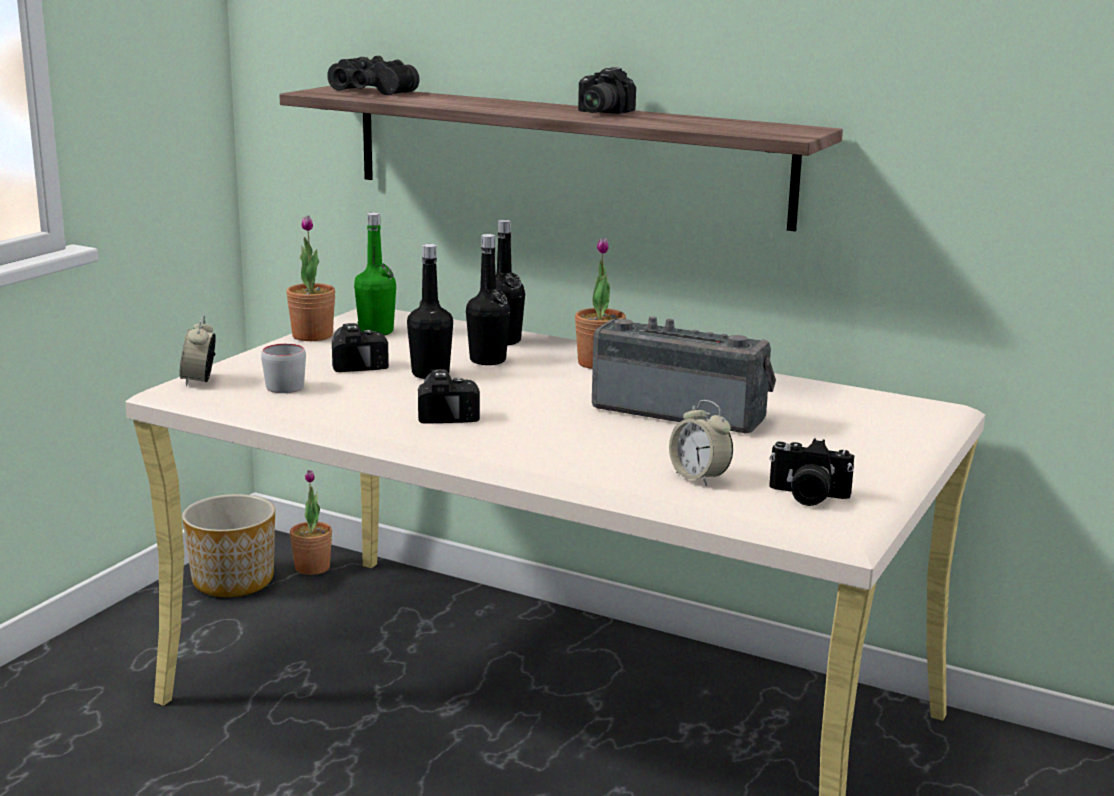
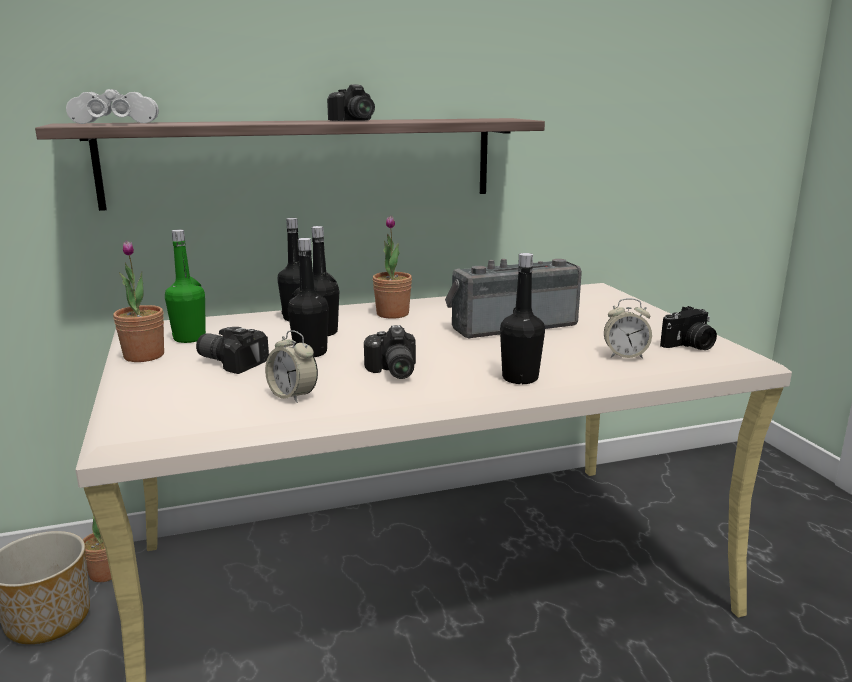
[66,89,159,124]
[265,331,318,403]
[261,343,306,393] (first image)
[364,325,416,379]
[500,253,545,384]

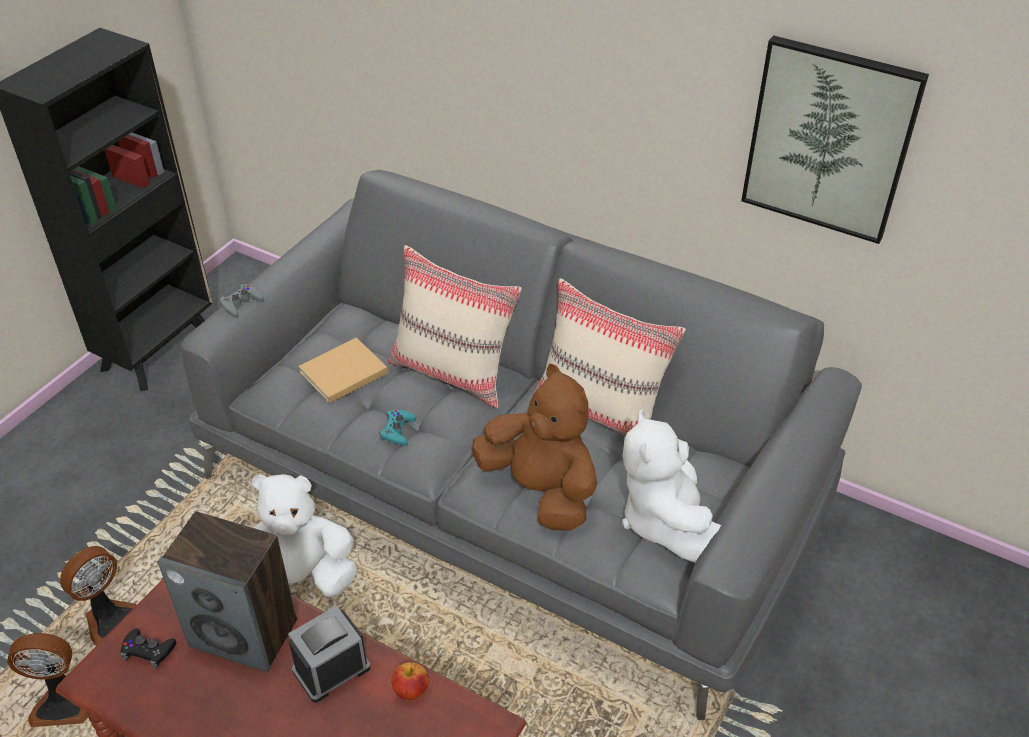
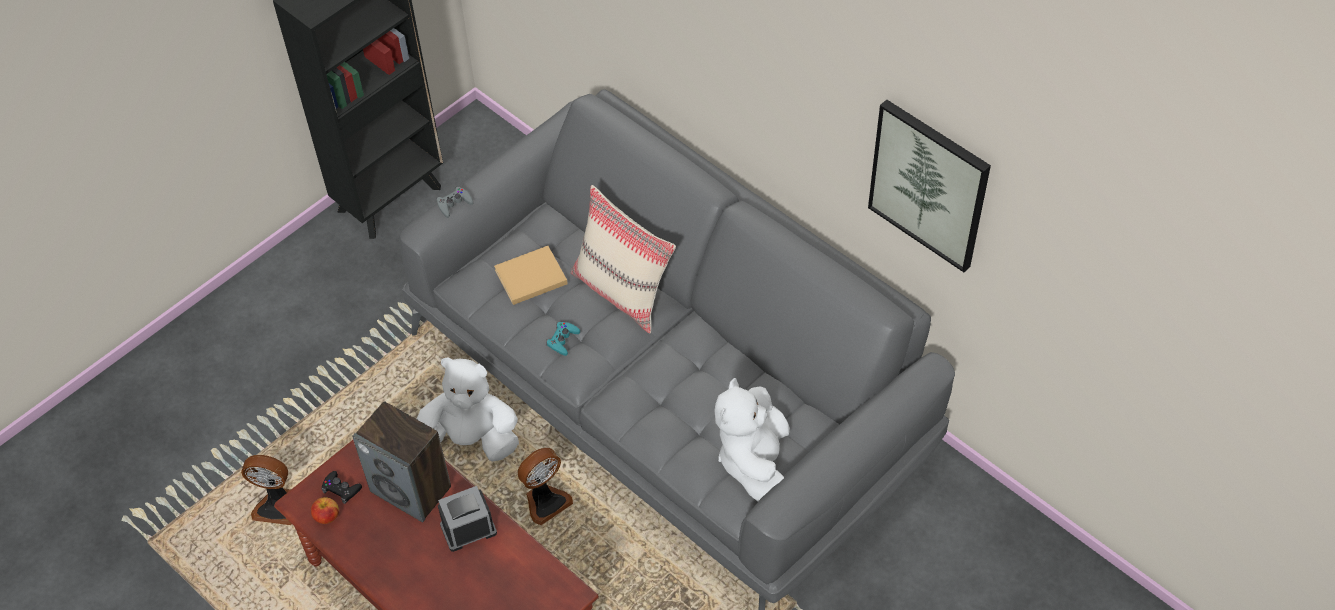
[533,278,686,436] (first image)
[472,364,597,531] (first image)
[517,448,573,525]
[311,497,339,524]

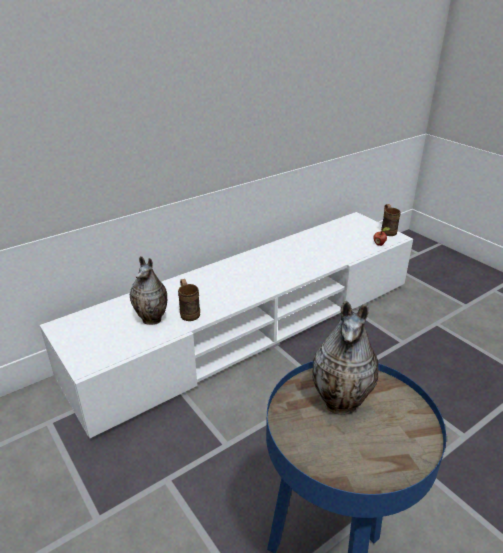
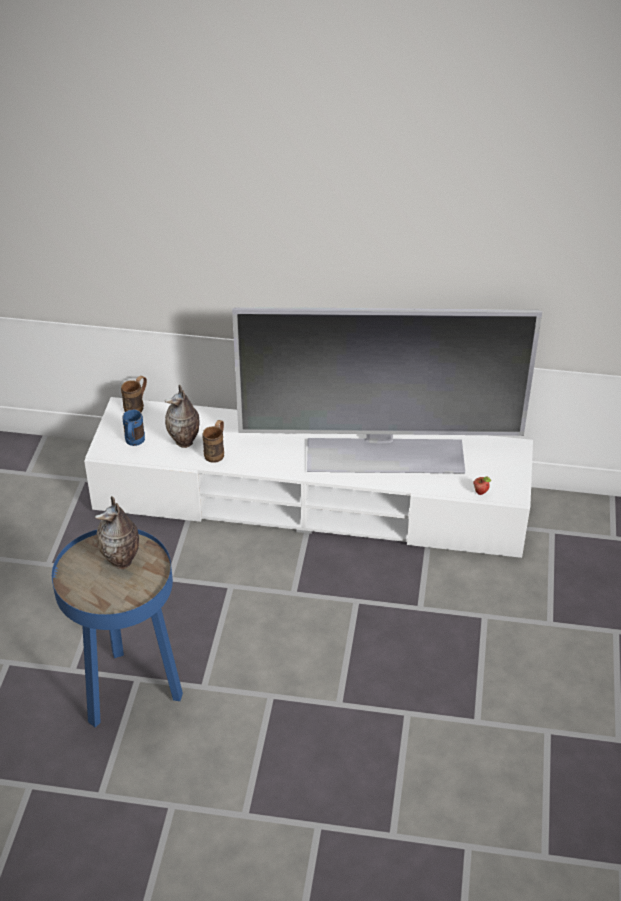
[121,376,147,412]
[232,307,542,473]
[122,410,145,446]

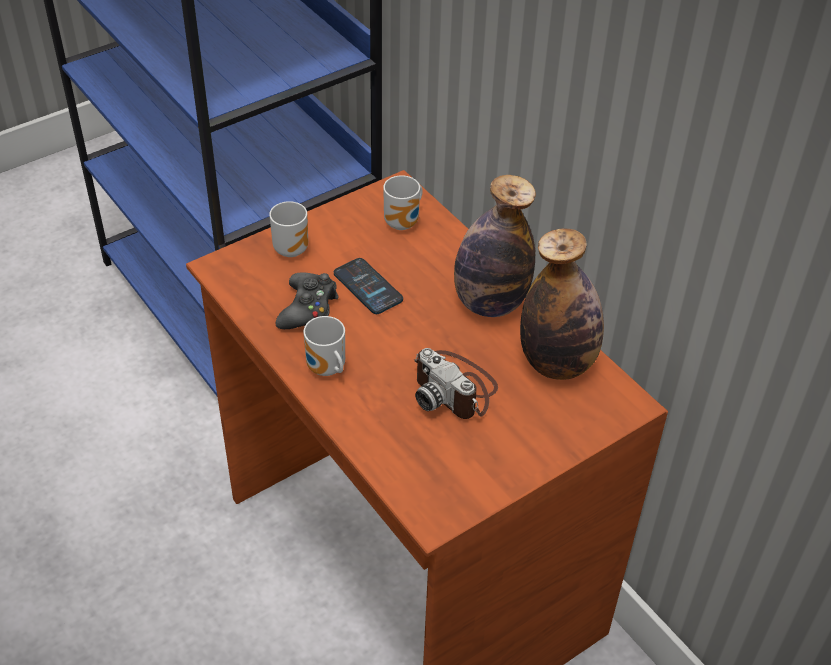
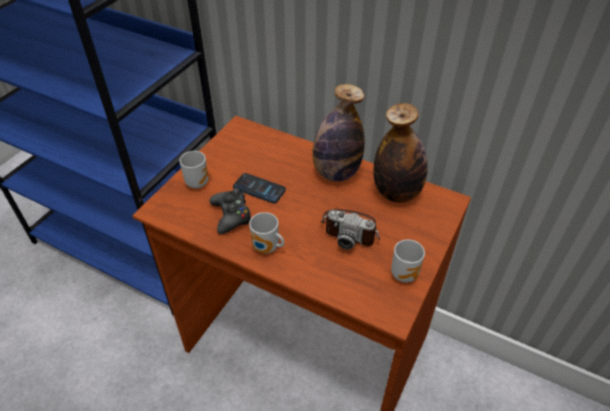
[391,239,425,283]

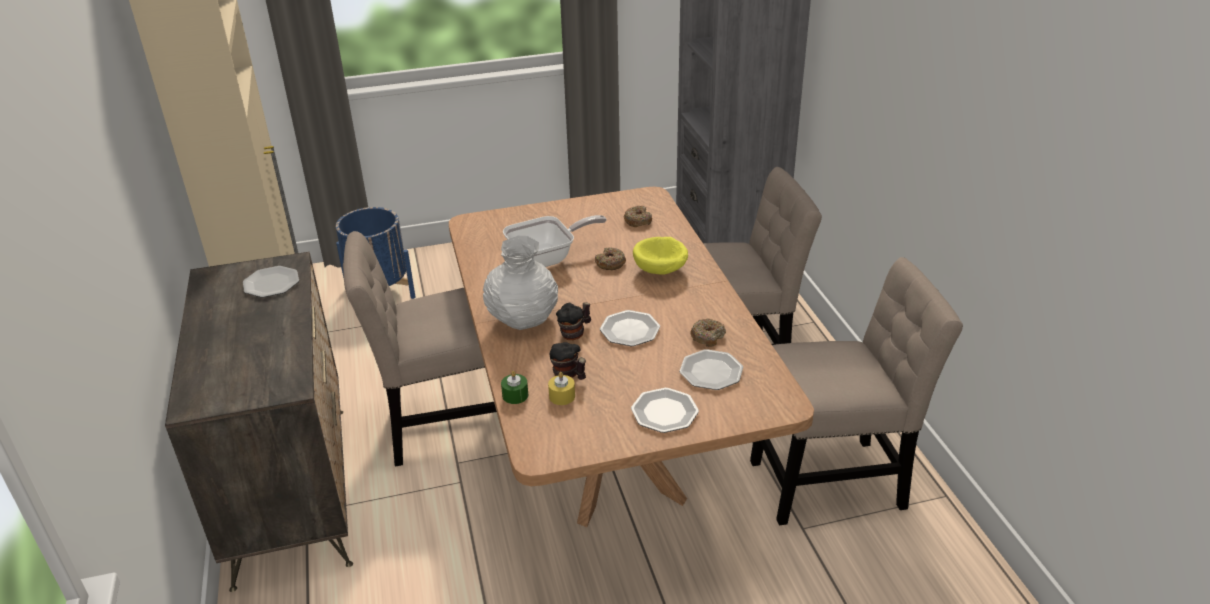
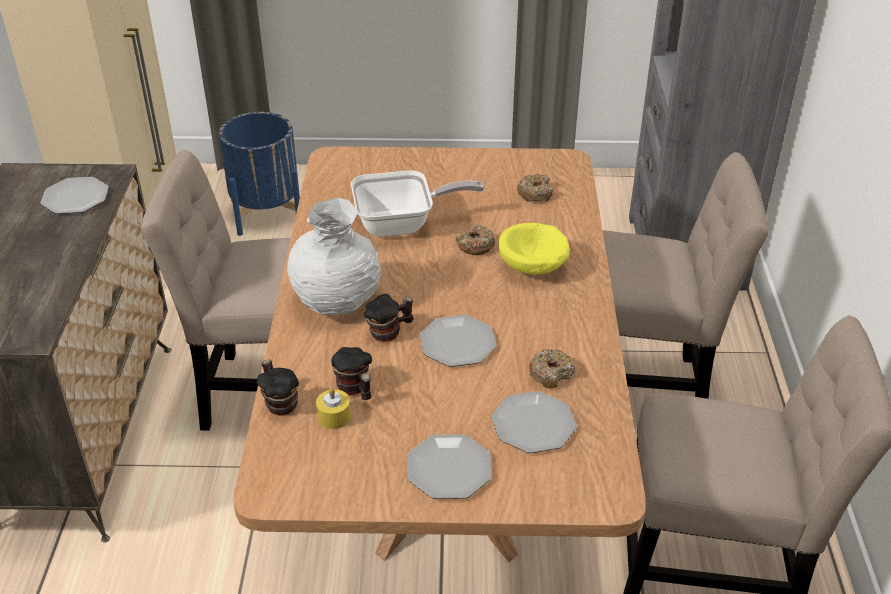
[257,360,299,416]

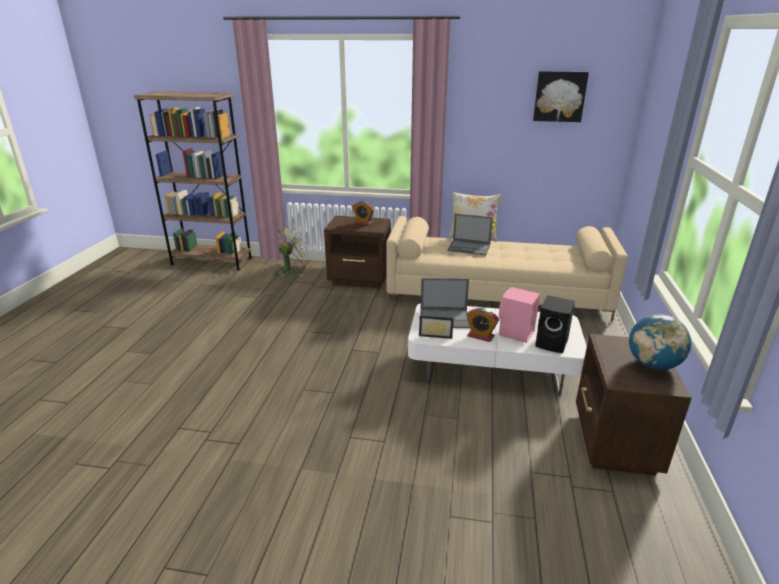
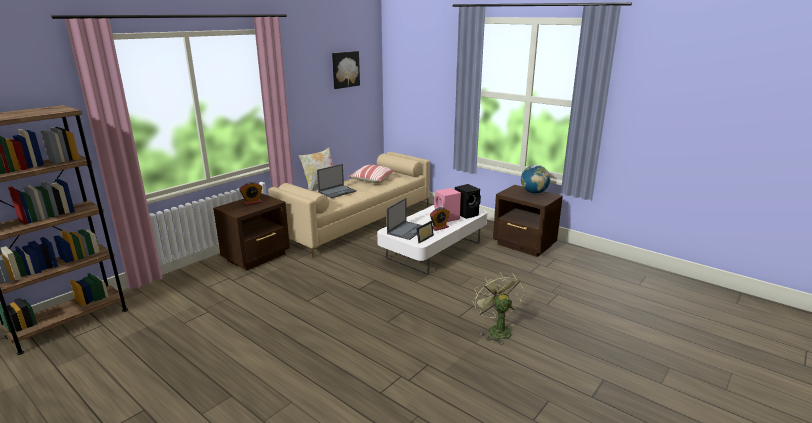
[472,272,524,345]
[348,165,394,183]

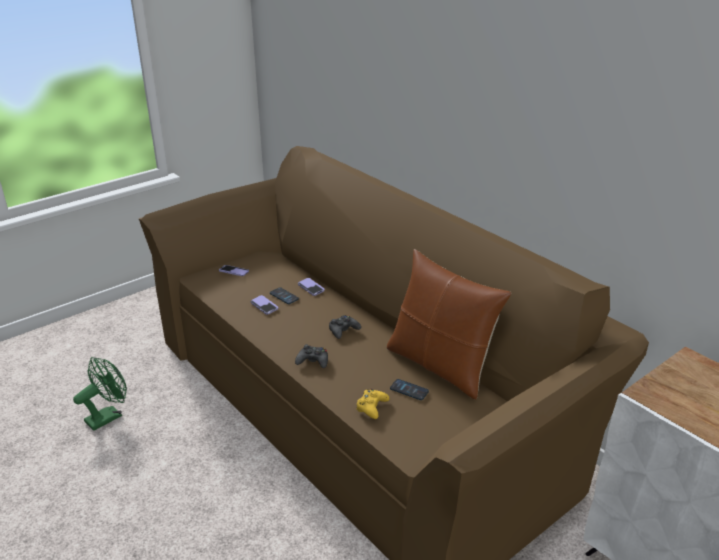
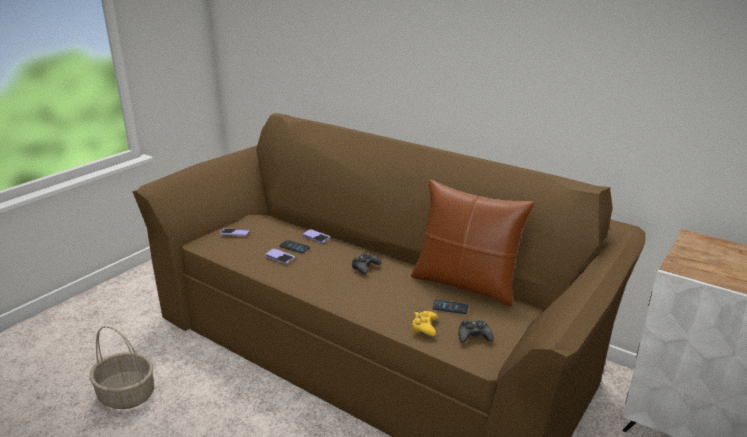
[459,320,494,343]
[89,326,154,409]

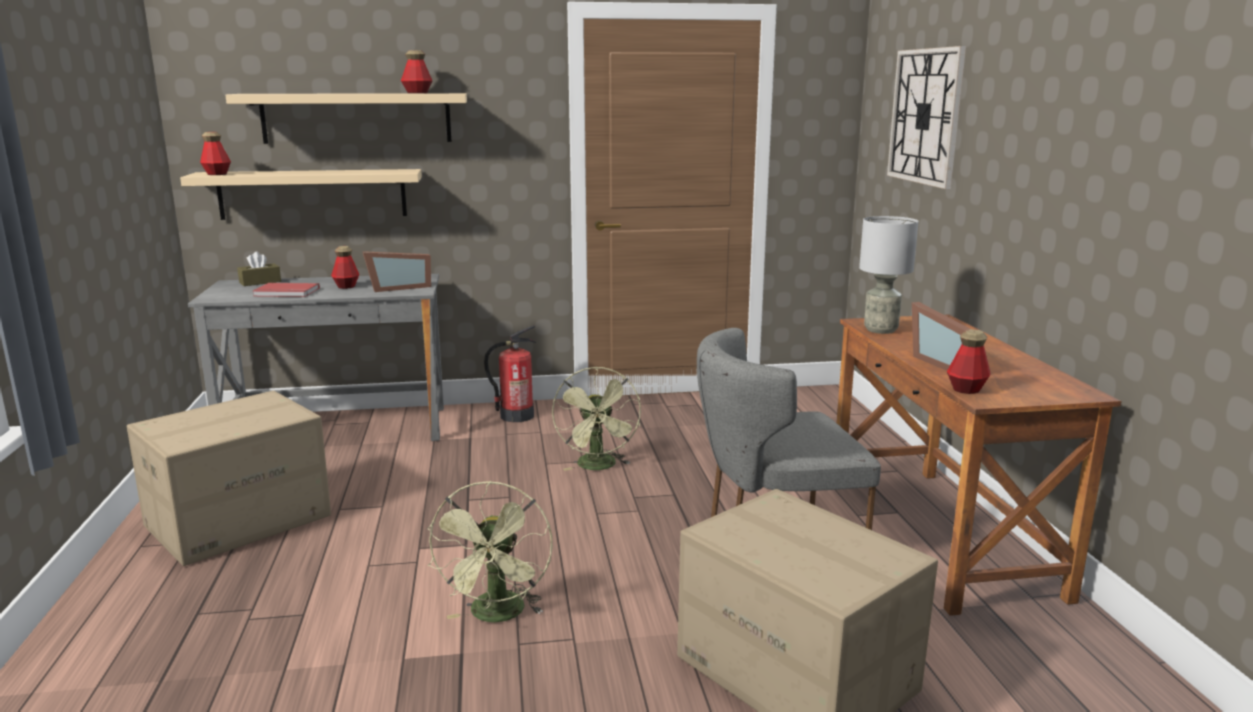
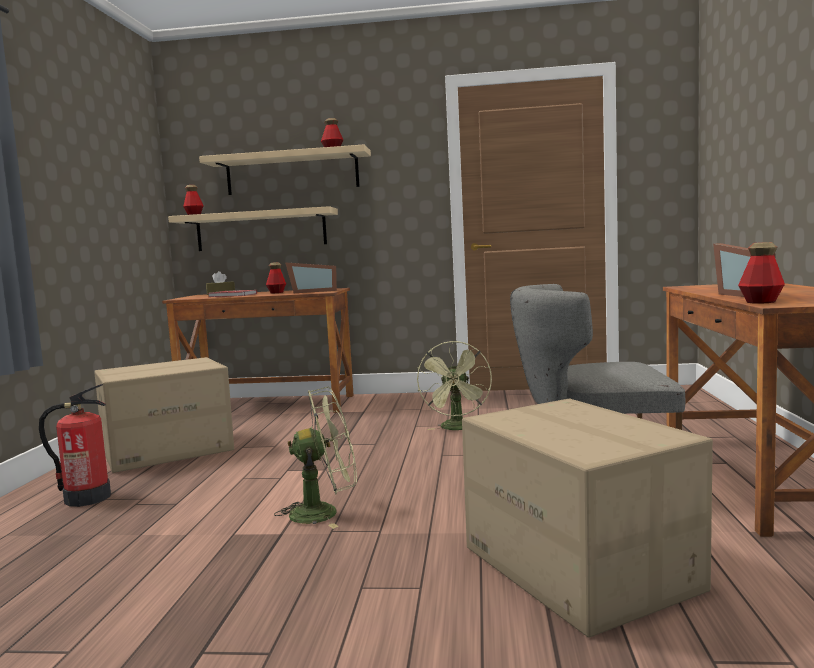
[887,46,966,189] (first image)
[859,216,919,334] (first image)
[162,288,354,413]
[39,384,111,507]
[274,387,357,529]

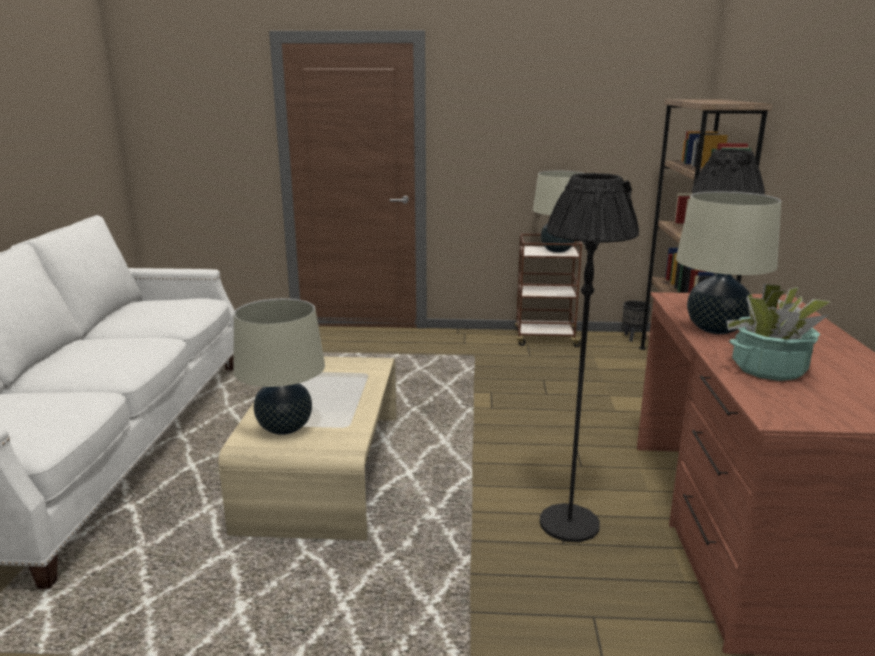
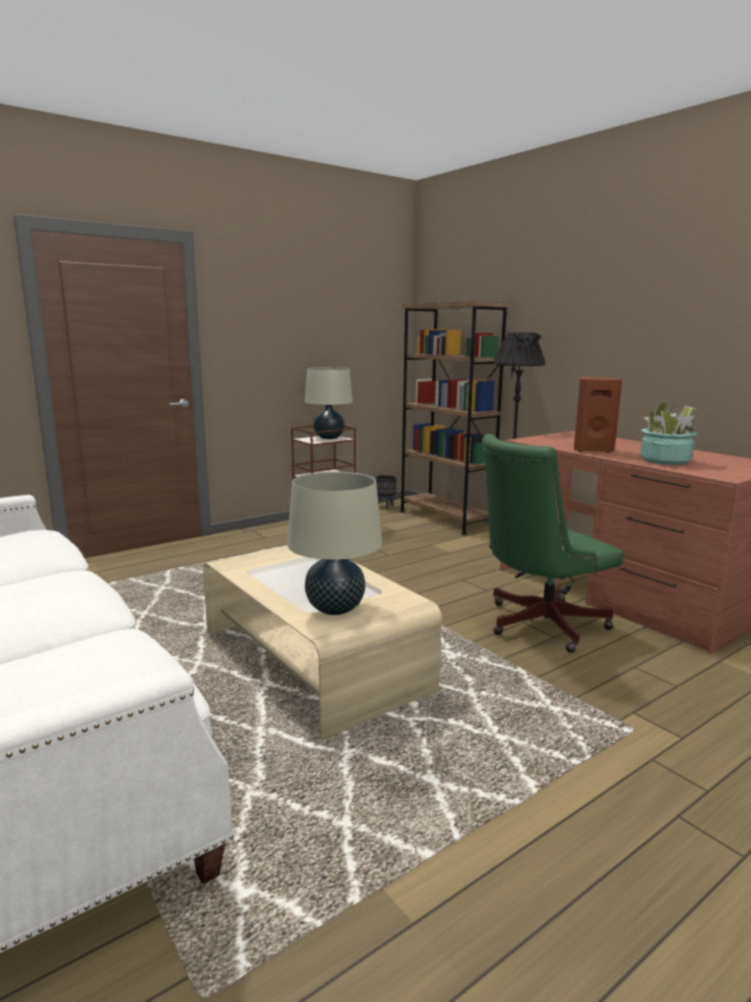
[482,434,623,653]
[574,377,622,453]

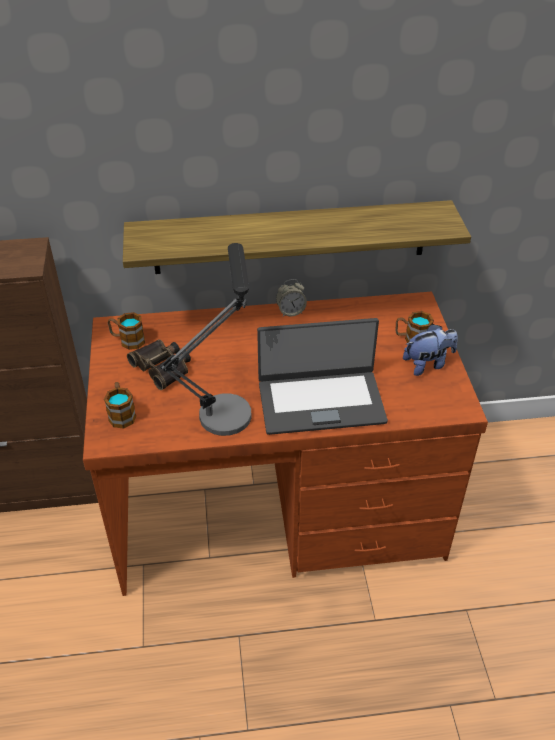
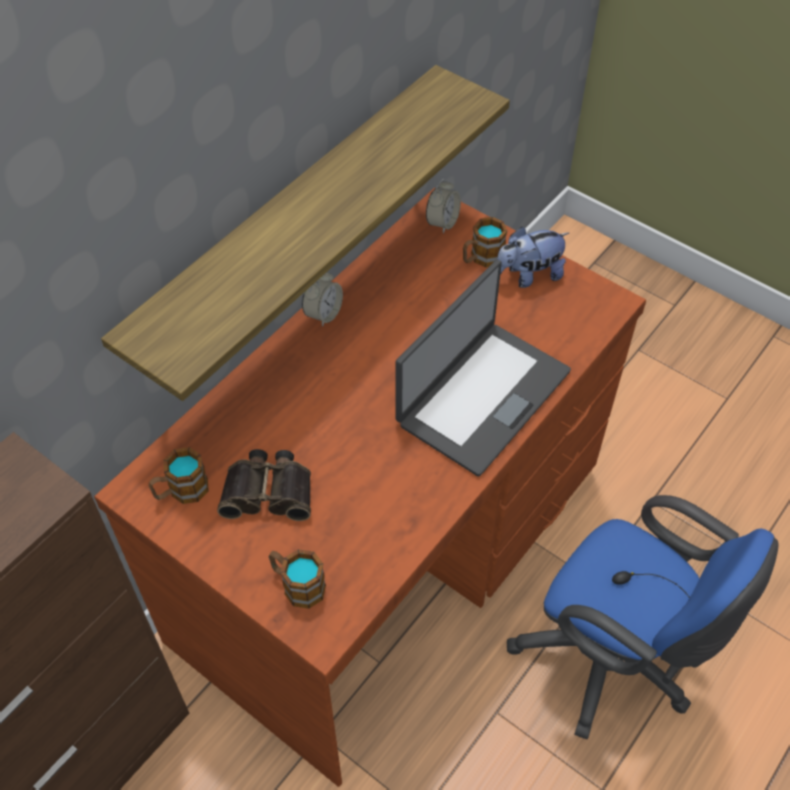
[160,243,251,436] (first image)
[497,226,569,288]
[426,179,461,234]
[507,495,778,739]

